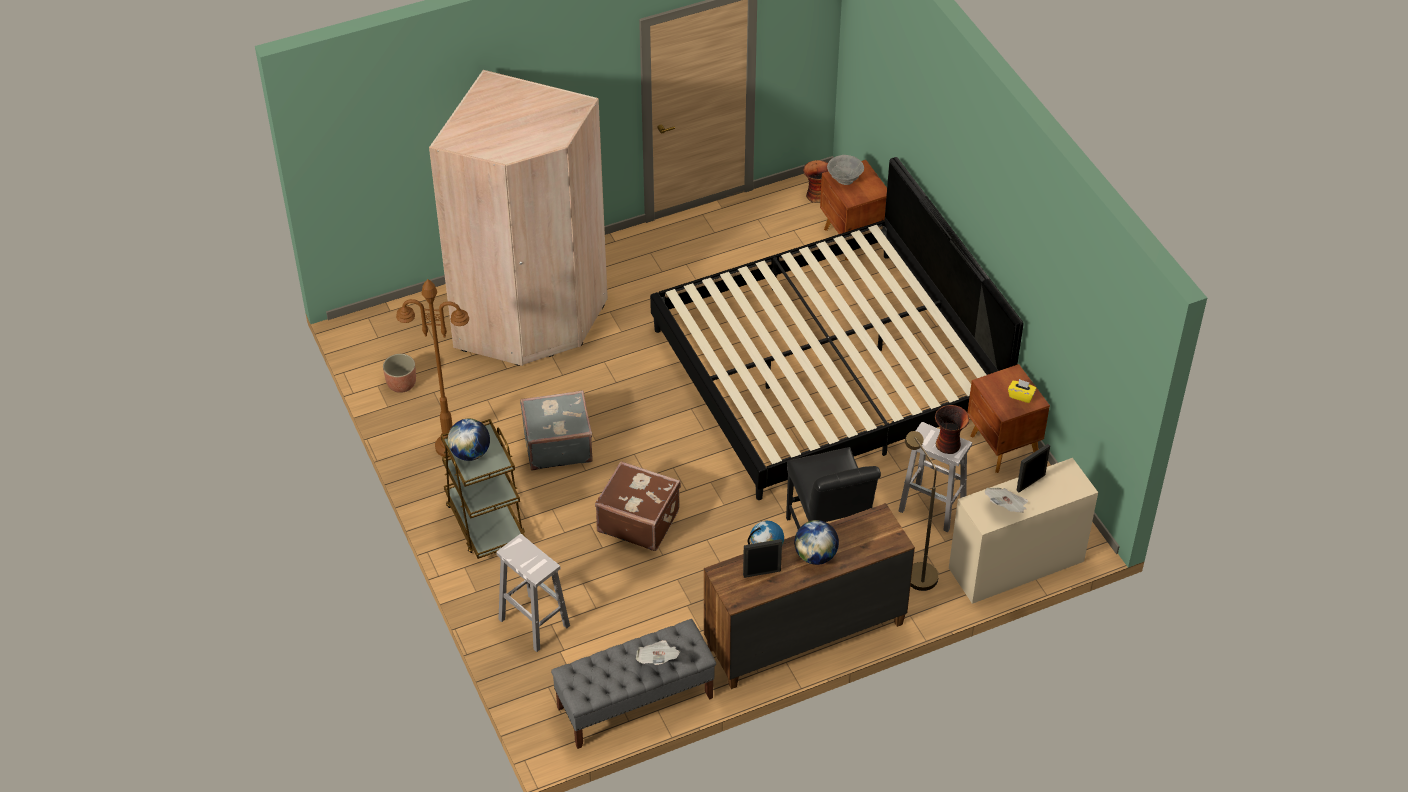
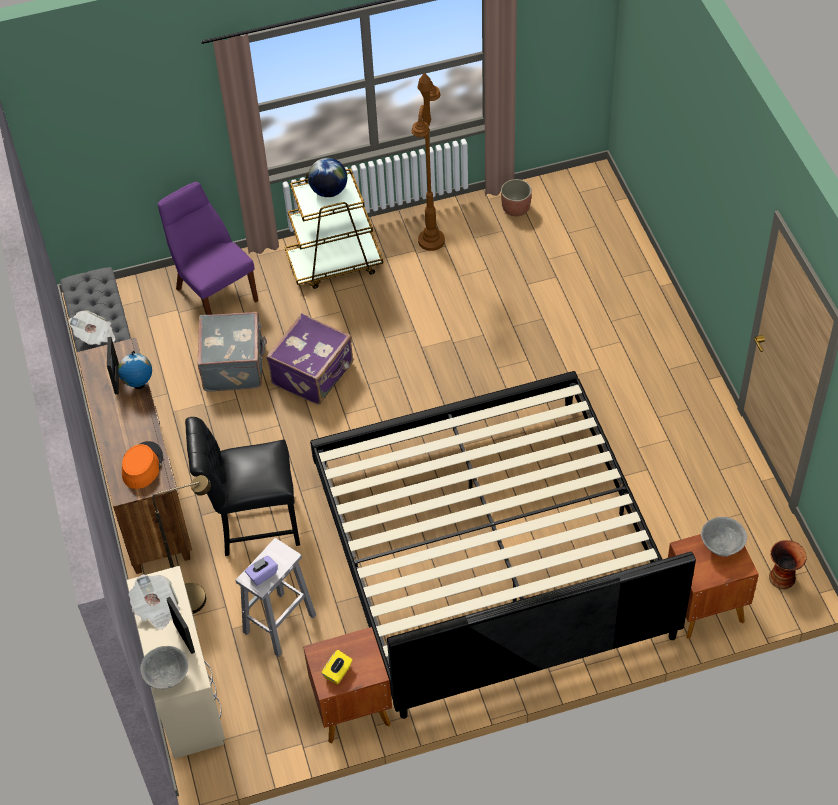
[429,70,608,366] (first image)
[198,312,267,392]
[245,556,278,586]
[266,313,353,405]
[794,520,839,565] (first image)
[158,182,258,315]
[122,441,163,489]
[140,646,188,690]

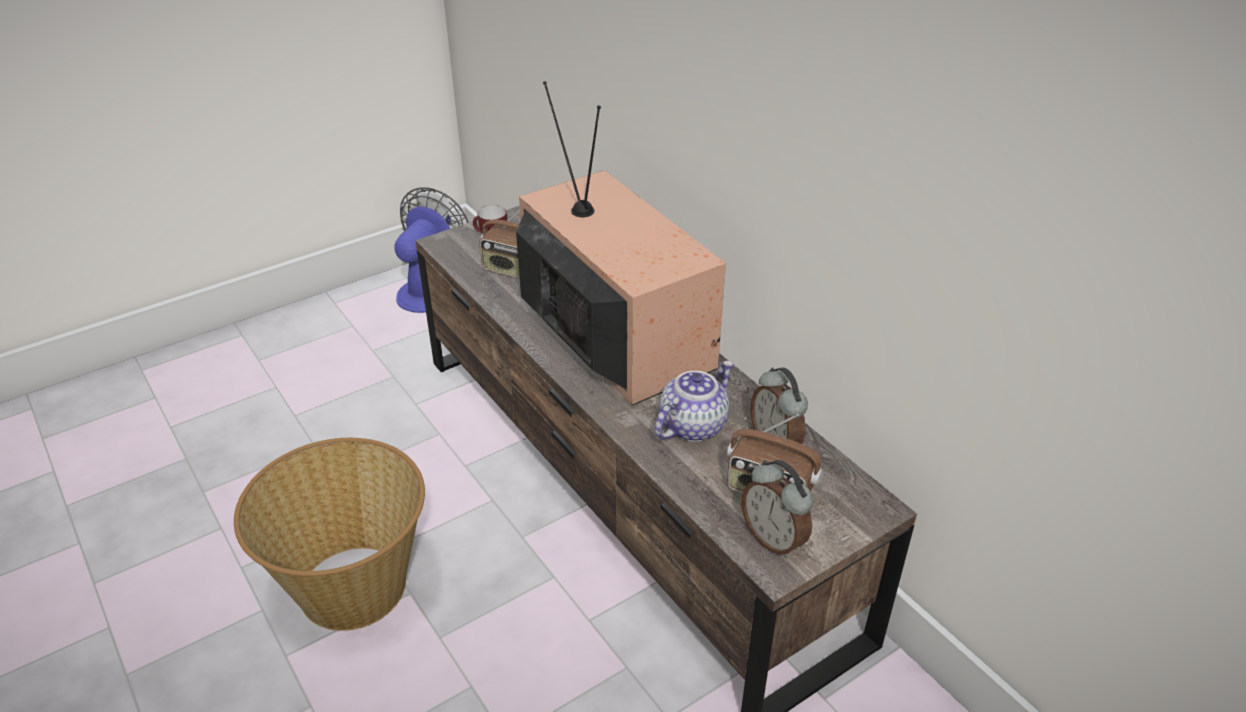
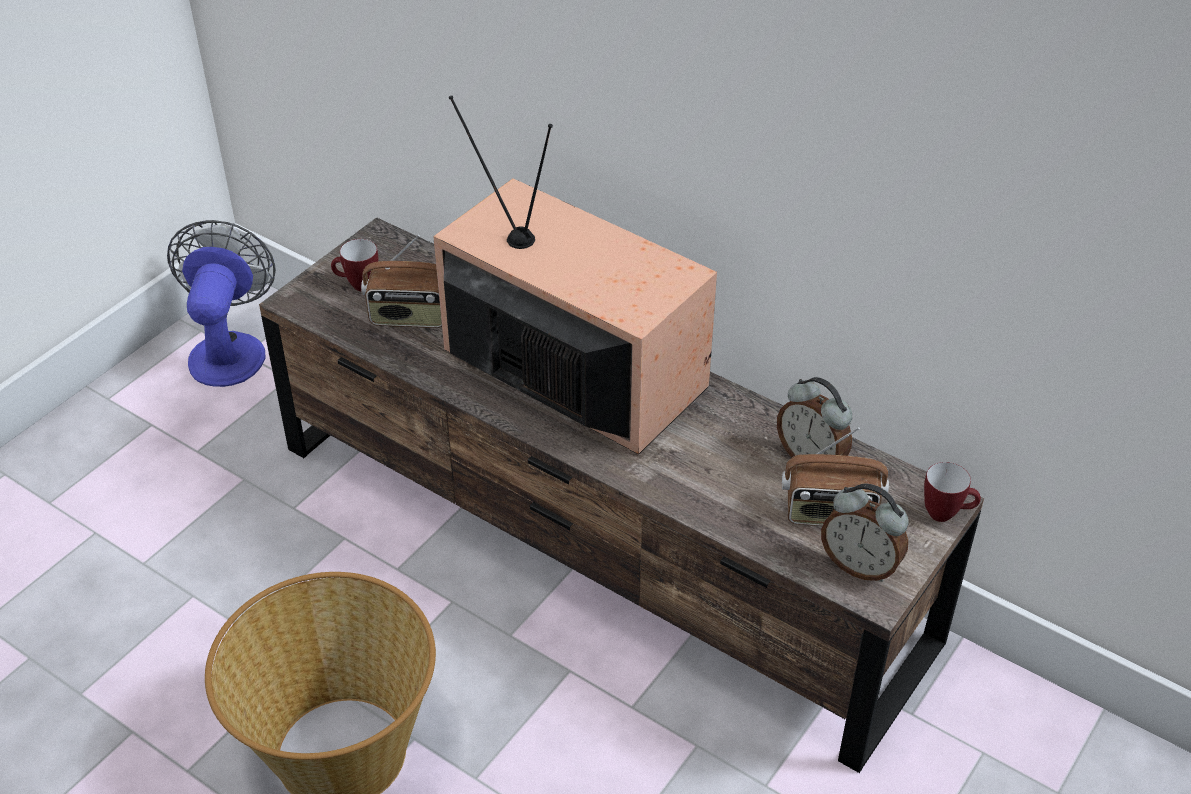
[654,361,734,442] (first image)
[924,462,981,522]

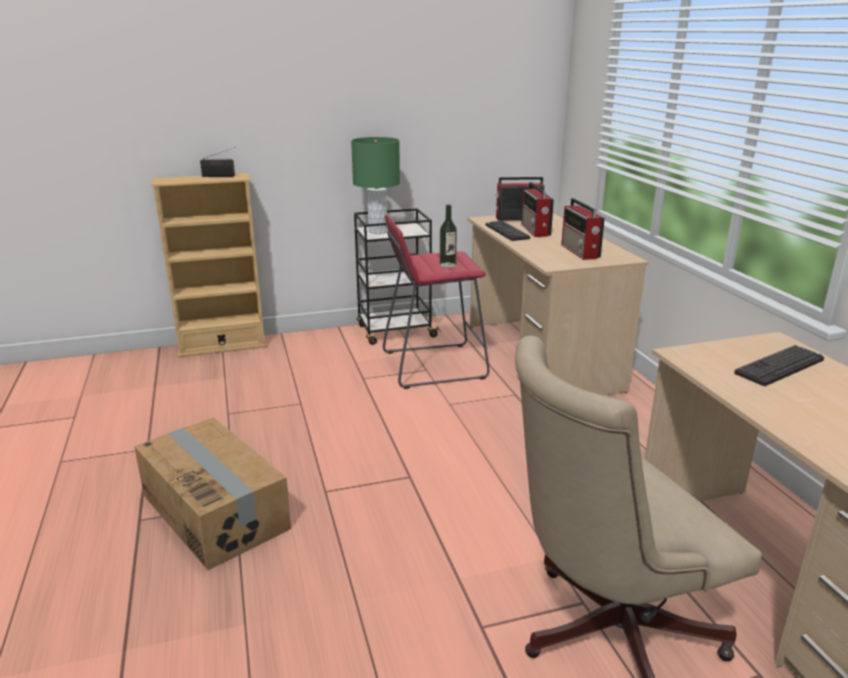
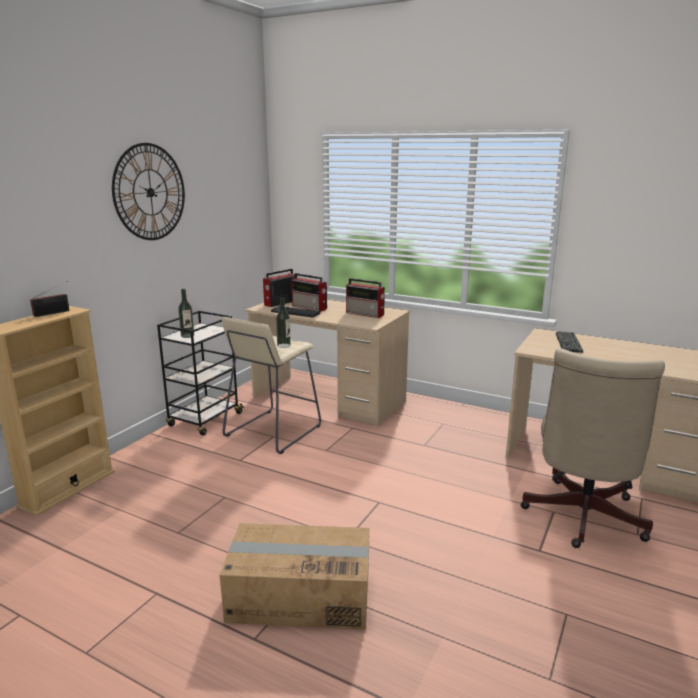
[178,289,194,338]
[222,317,321,454]
[112,143,185,240]

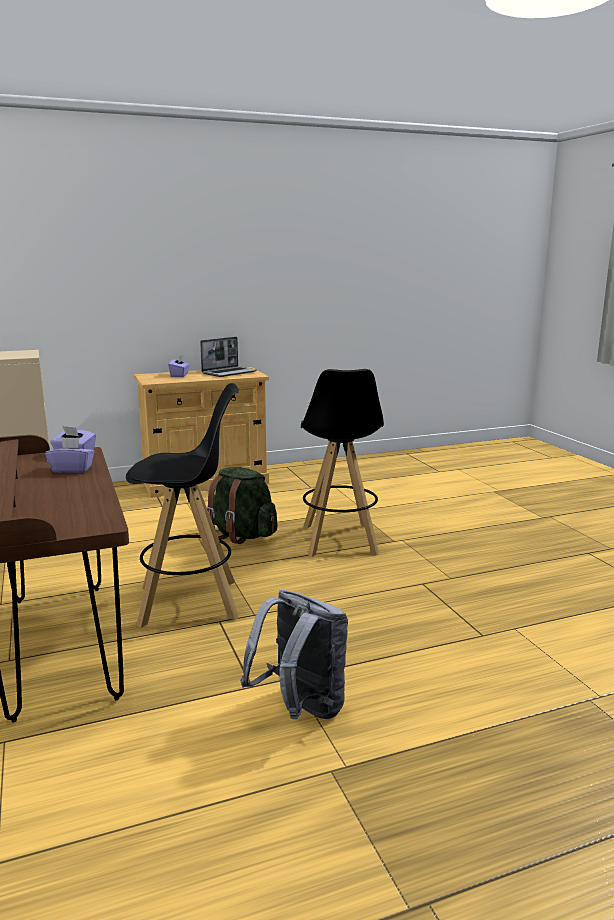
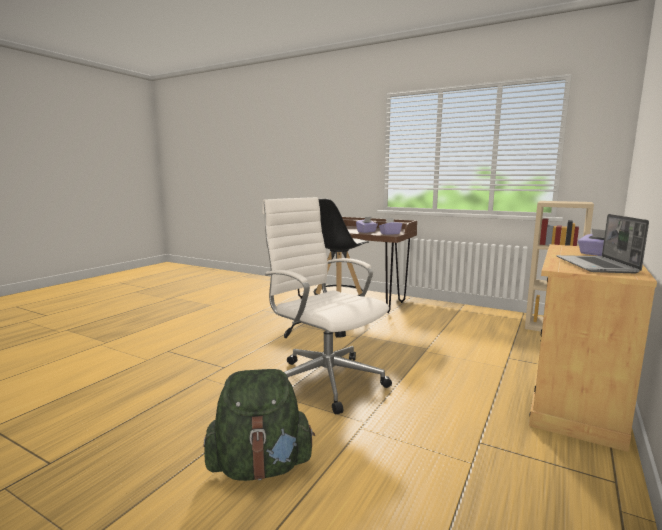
[262,197,392,414]
[203,369,315,481]
[240,590,348,719] (first image)

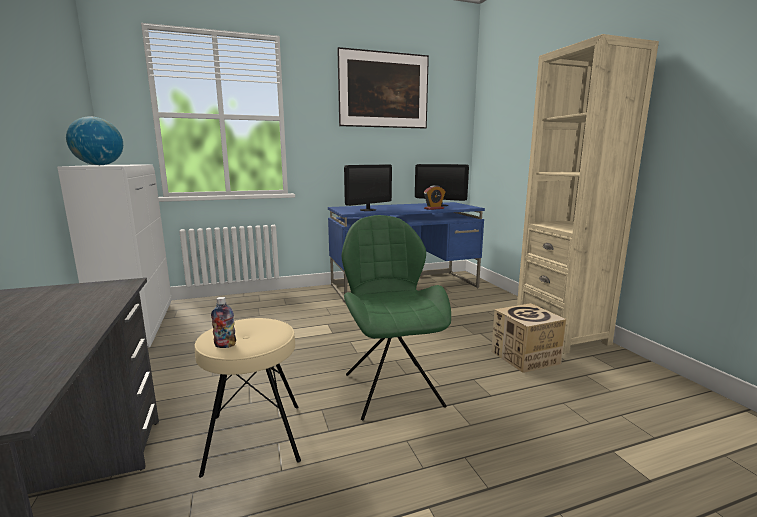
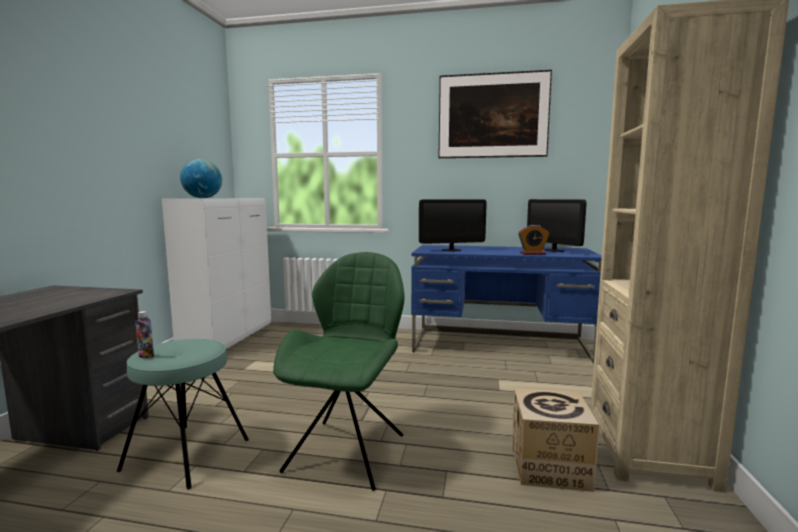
[117,339,249,489]

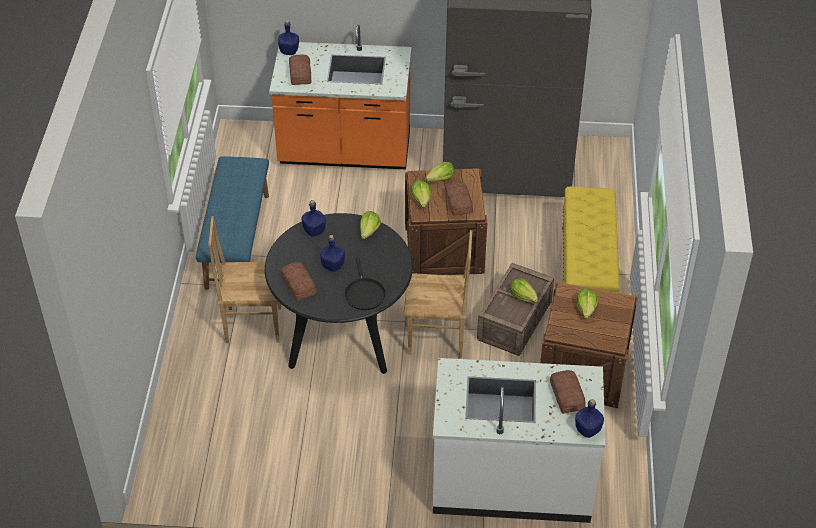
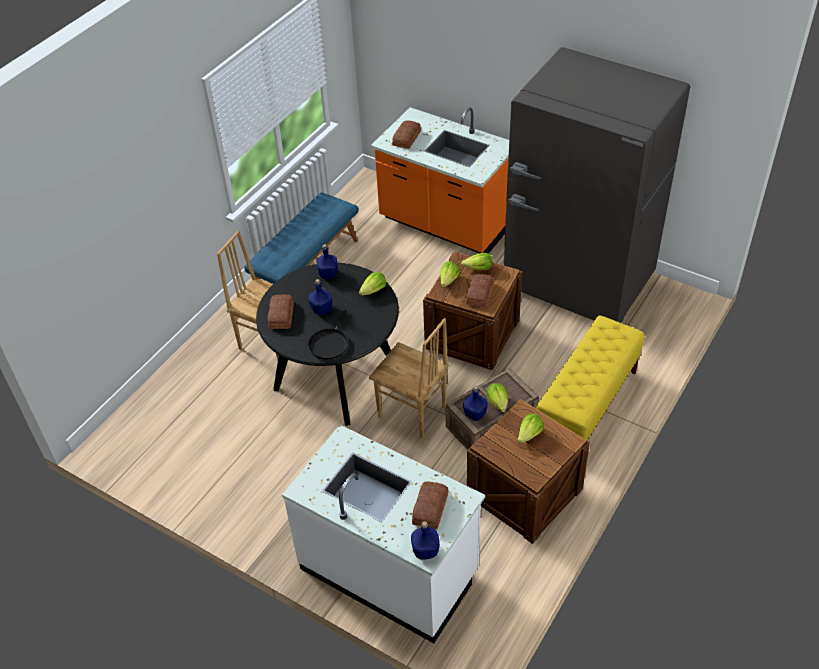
[463,386,488,421]

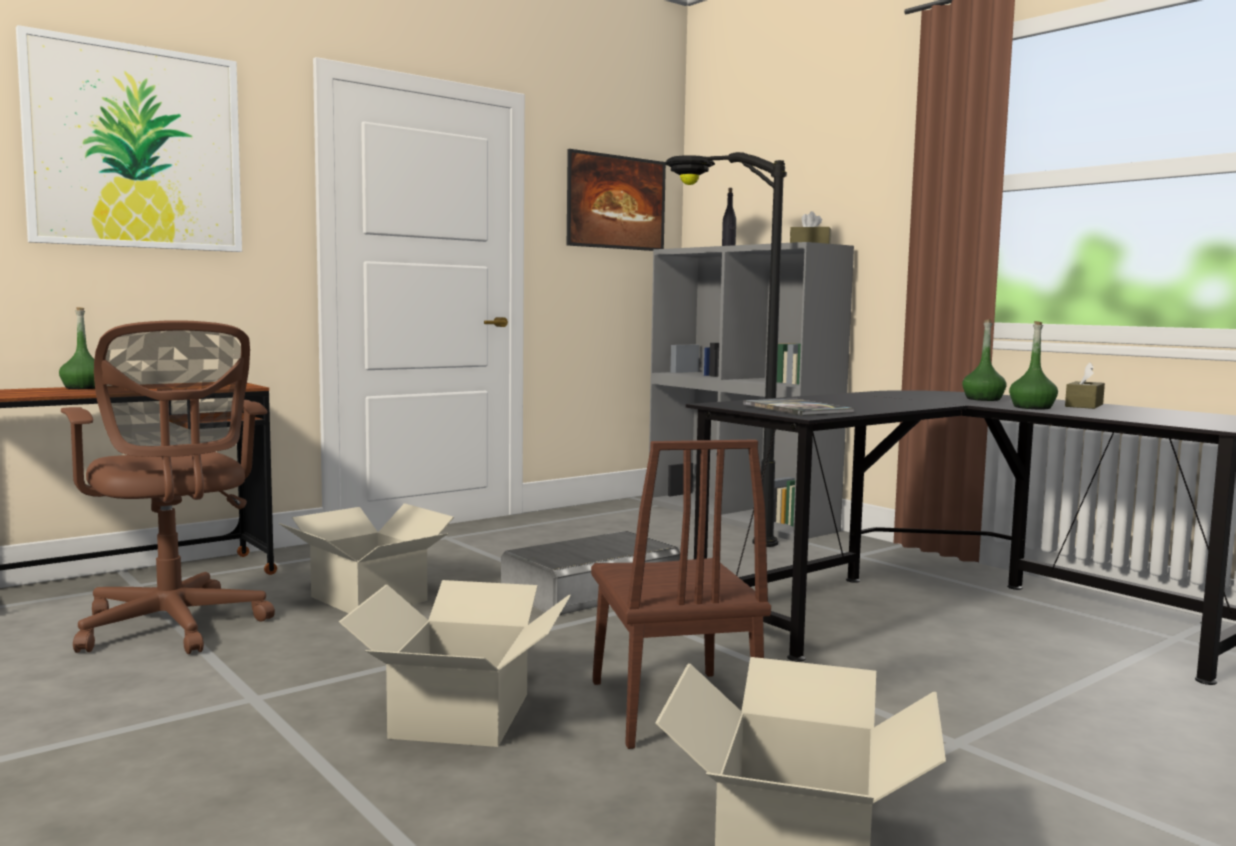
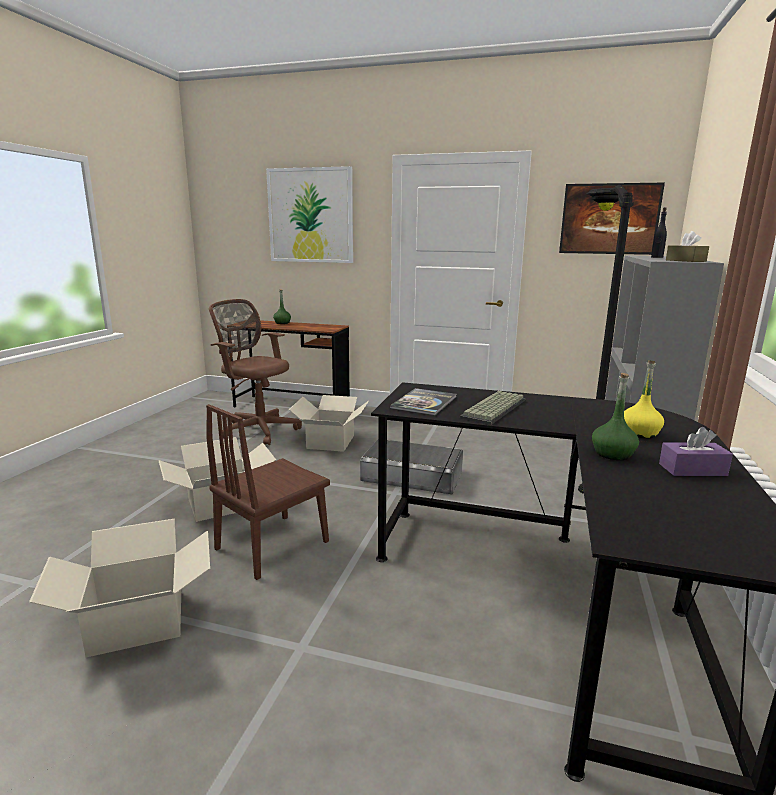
[209,299,302,445]
[624,360,664,438]
[659,427,733,476]
[460,391,525,425]

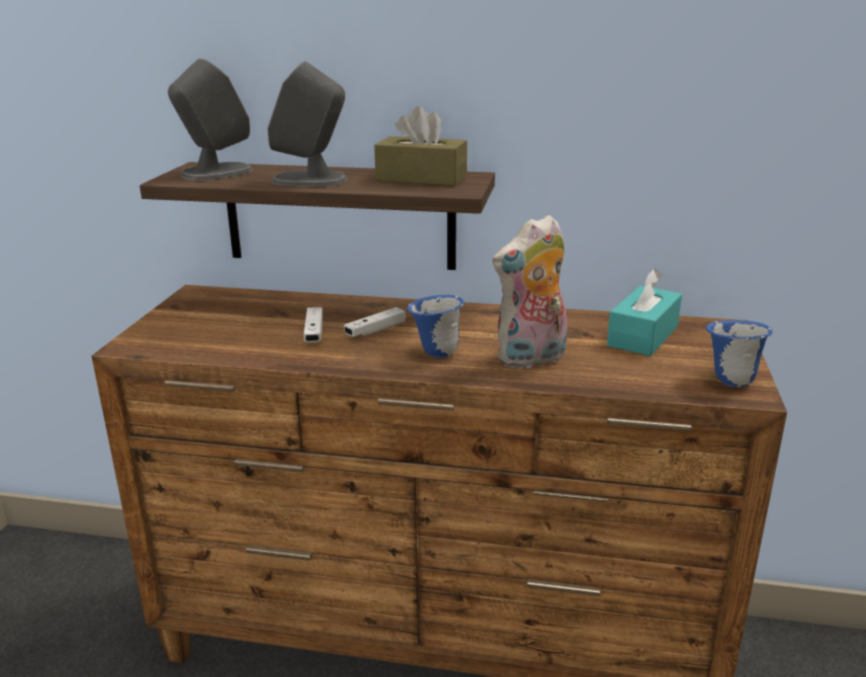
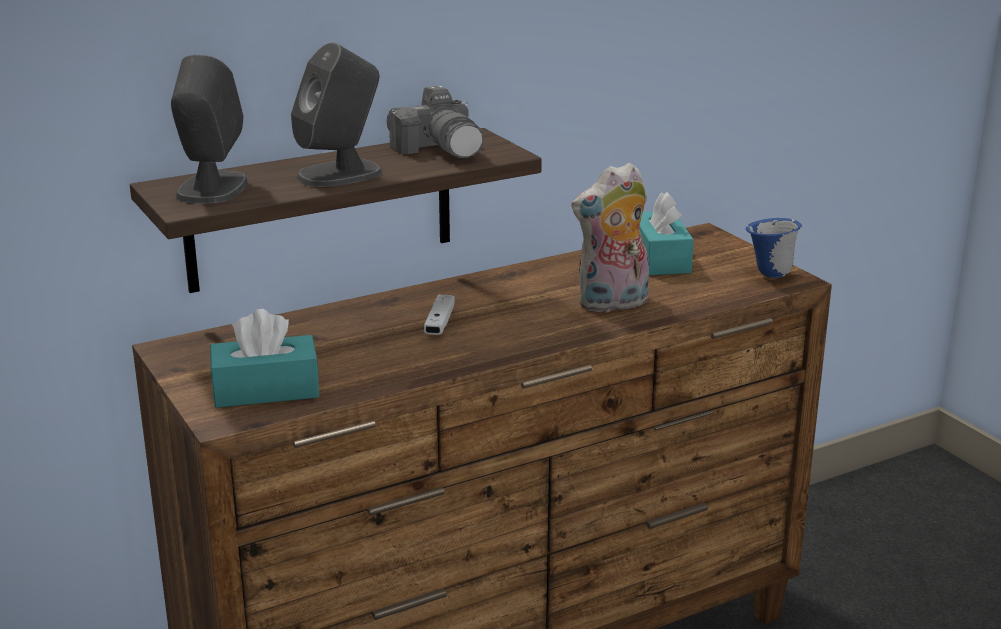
[386,86,484,158]
[571,162,649,312]
[407,295,464,358] (first image)
[304,307,323,343] (first image)
[210,309,319,408]

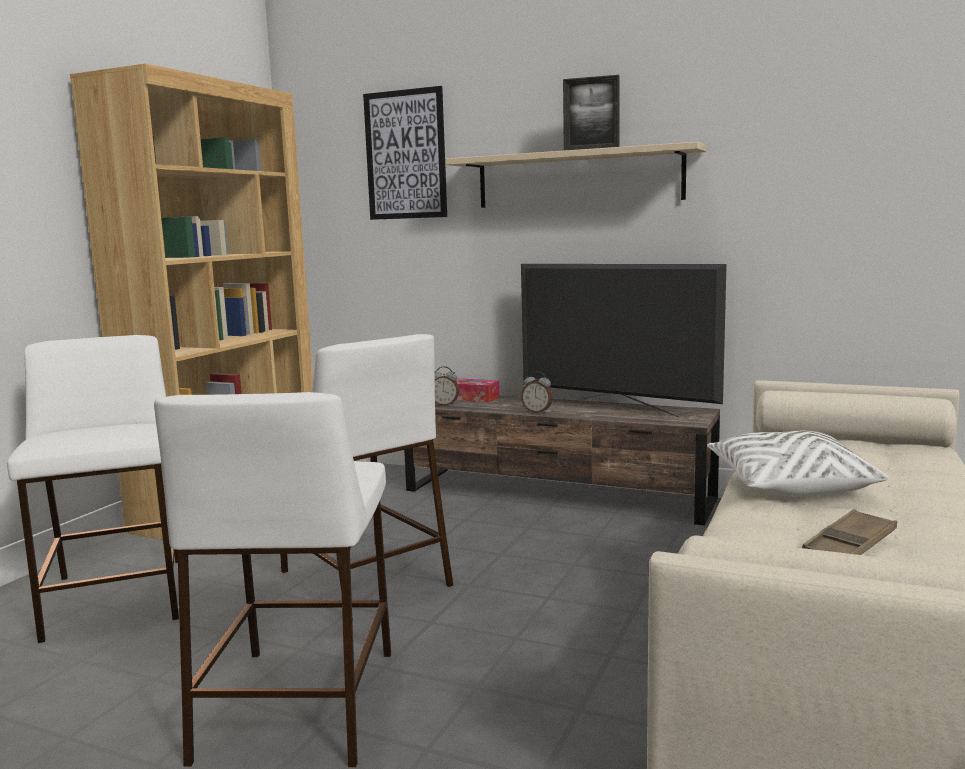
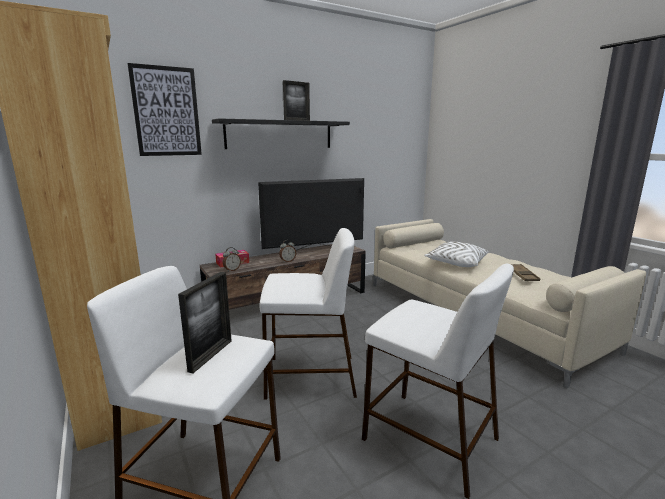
[212,118,350,149]
[178,272,232,374]

